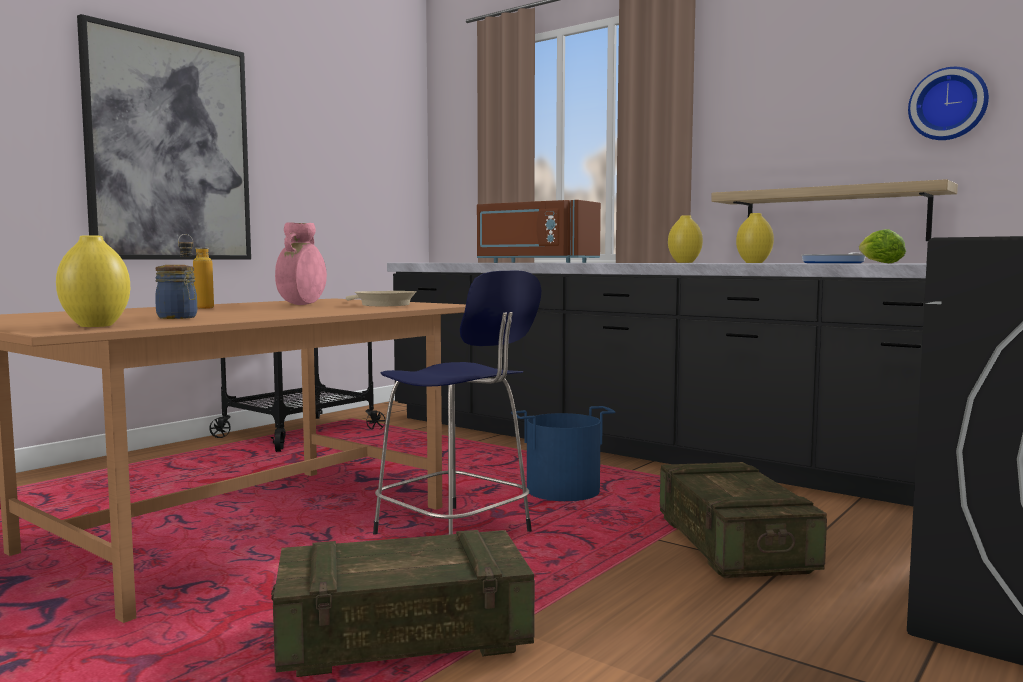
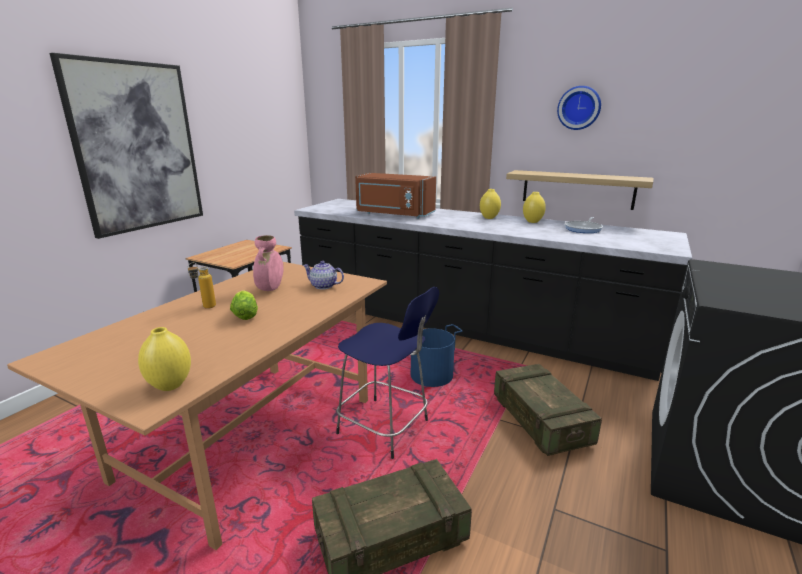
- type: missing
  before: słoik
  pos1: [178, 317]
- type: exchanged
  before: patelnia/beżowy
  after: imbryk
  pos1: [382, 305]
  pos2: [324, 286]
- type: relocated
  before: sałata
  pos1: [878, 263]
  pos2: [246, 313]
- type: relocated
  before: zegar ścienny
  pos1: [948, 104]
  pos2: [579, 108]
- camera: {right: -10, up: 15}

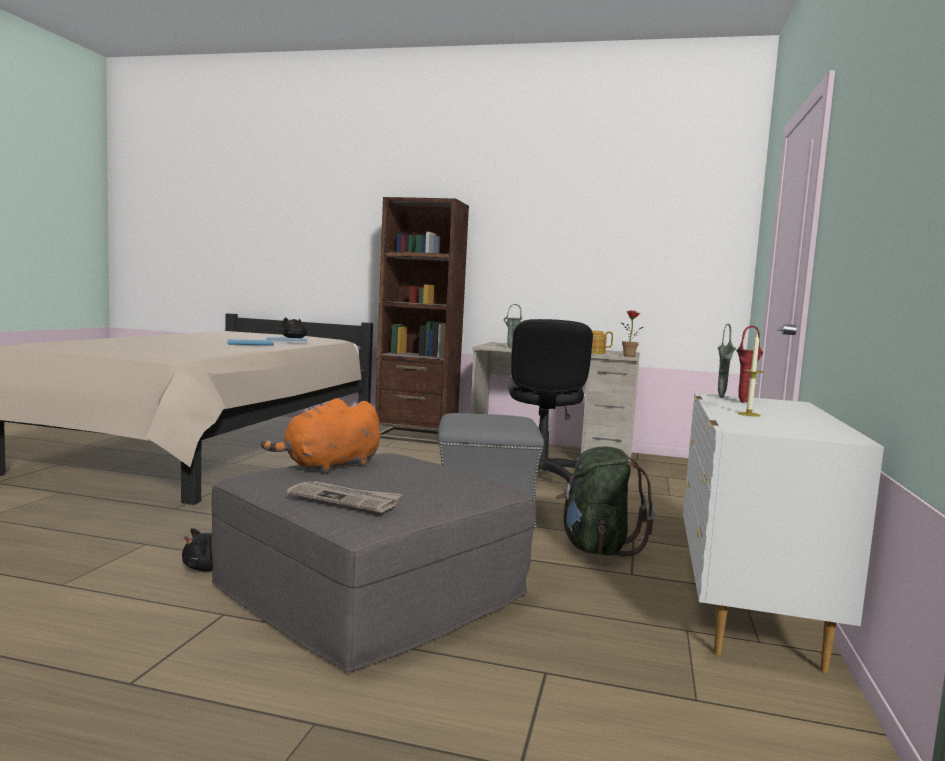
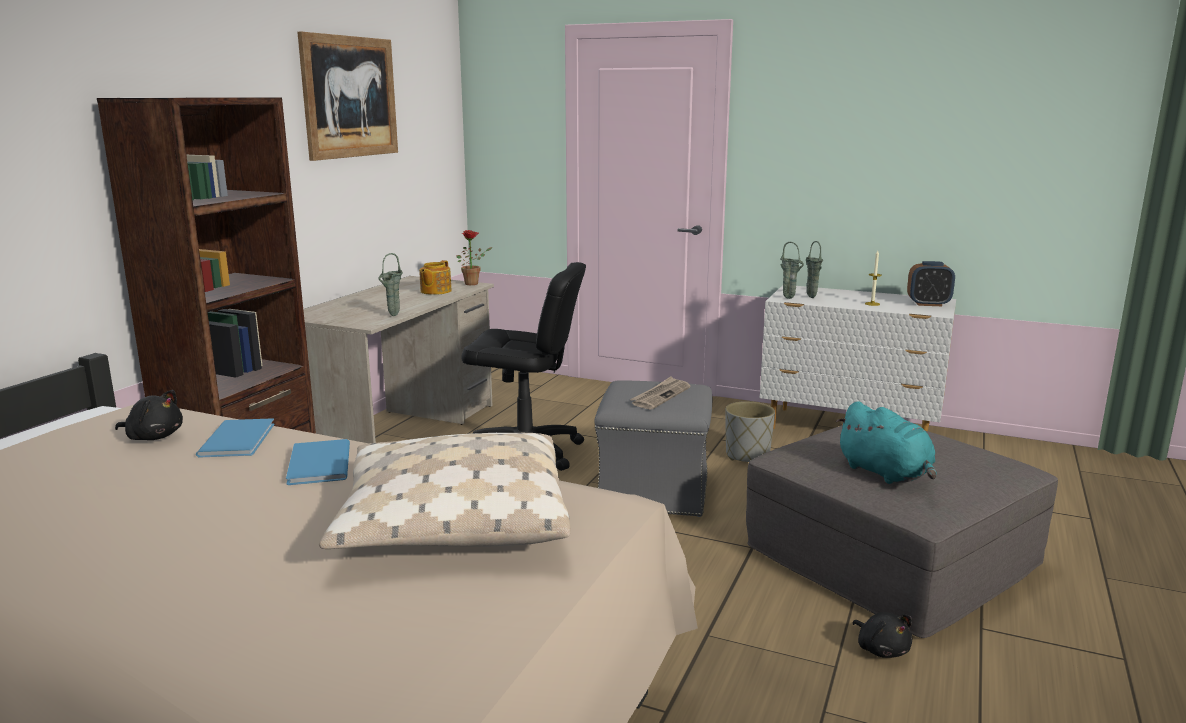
- type: colour
  before: pluszak/pomarańczowy
  after: pluszak/turkusowy
  pos1: [329, 467]
  pos2: [886, 473]
- type: relocated
  before: gazeta
  pos1: [345, 499]
  pos2: [660, 395]
- type: exchanged
  before: plecak/zielony
  after: donica/szary
  pos1: [596, 548]
  pos2: [748, 455]
- type: colour
  before: wazon/czerwony
  after: wazon/zielony
  pos1: [745, 402]
  pos2: [810, 297]
- type: appeared
  after: obraz
  pos2: [350, 97]
- type: appeared
  after: poduszka/beżowy
  pos2: [453, 520]
- type: appeared
  after: budzik
  pos2: [928, 304]
- camera: {right: -80, up: 10}

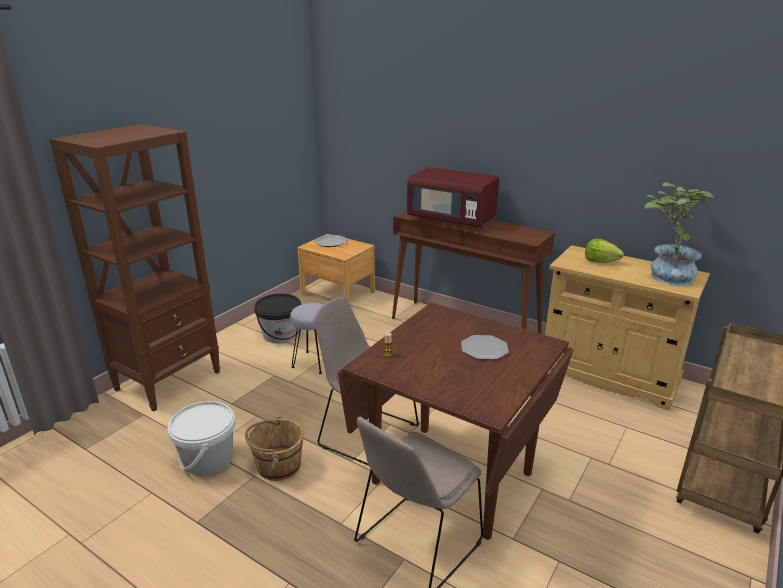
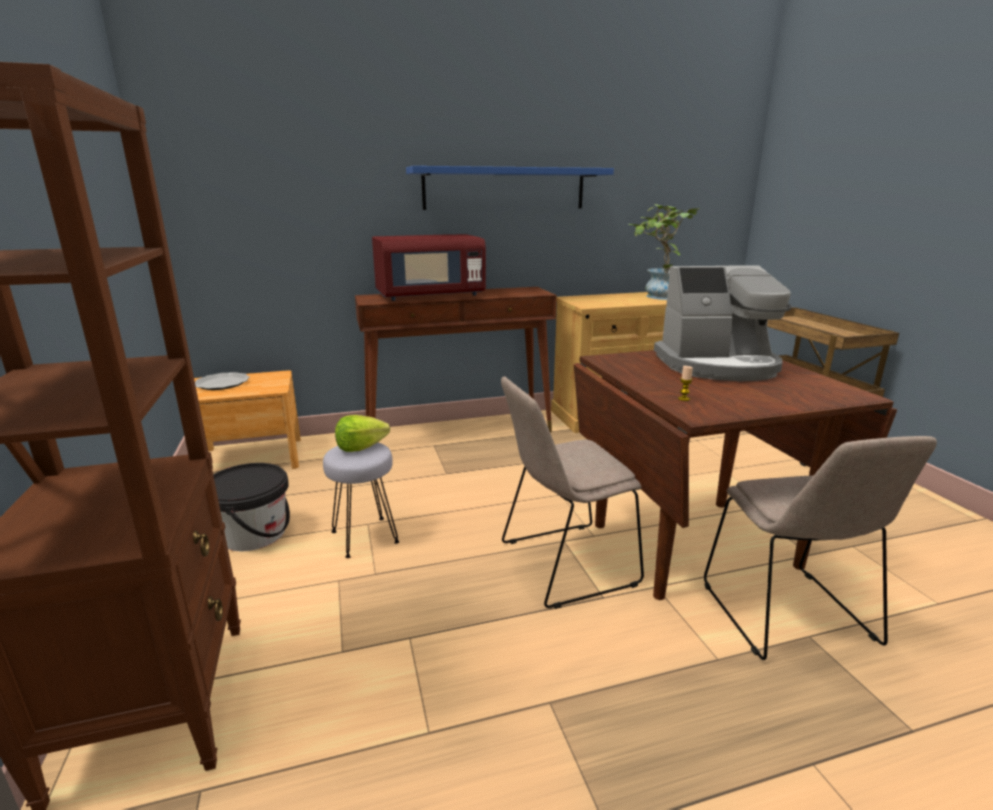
- type: missing
  before: wiadro/biały
  pos1: [207, 459]
- type: missing
  before: wiadro/brązowy
  pos1: [278, 465]
- type: exchanged
  before: talerz
  after: ekspres do kawy
  pos1: [484, 349]
  pos2: [718, 365]
- type: relocated
  before: sałata
  pos1: [600, 261]
  pos2: [361, 447]
- type: appeared
  after: półka/niebieski
  pos2: [505, 189]
- camera: {right: -50, up: -5}

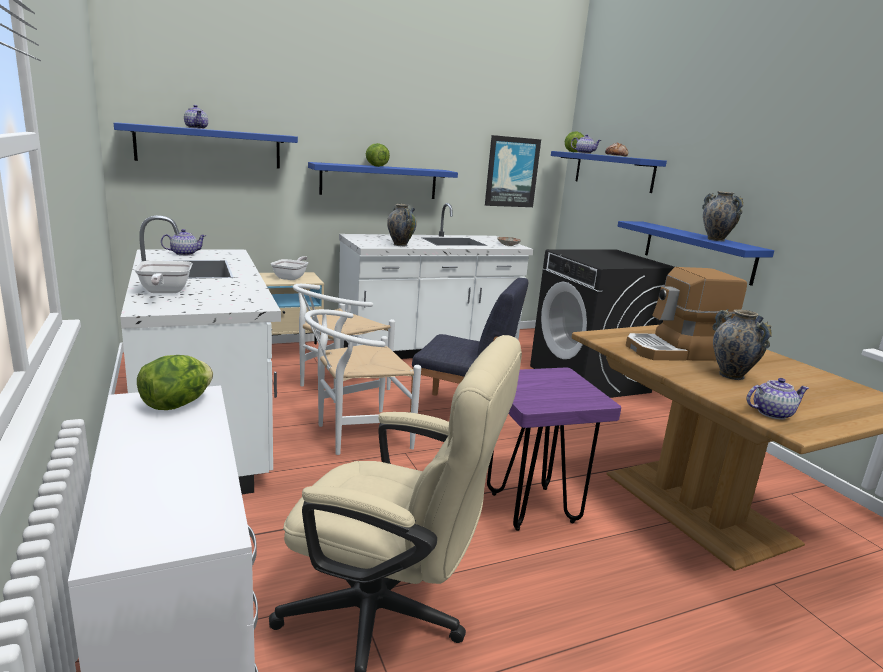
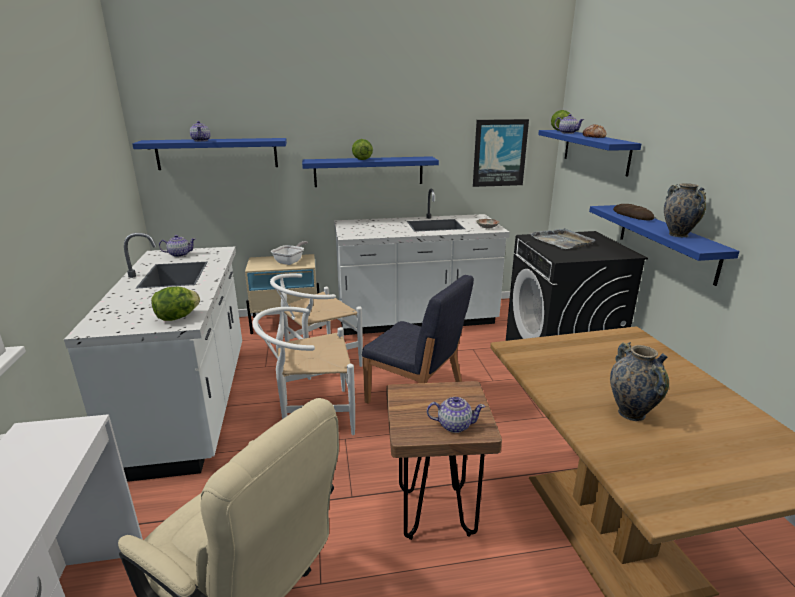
- type: missing
  before: patelnia
  pos1: [164, 292]
- type: relocated
  before: sałata
  pos1: [176, 404]
  pos2: [177, 317]
- type: missing
  before: wazon
  pos1: [400, 245]
- type: colour
  before: stołek/fioletowy
  after: stołek/brązowy
  pos1: [531, 507]
  pos2: [435, 513]
- type: missing
  before: ekspres do kawy
  pos1: [676, 351]
- type: relocated
  before: imbryk
  pos1: [771, 413]
  pos2: [454, 425]
- type: appeared
  after: taca/szary
  pos2: [562, 241]
- type: appeared
  after: chleb
  pos2: [632, 215]
- camera: {right: 15, up: 5}

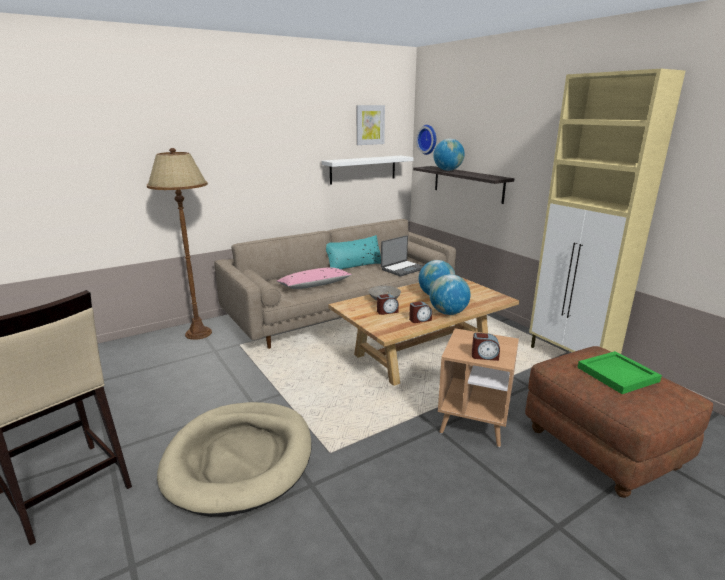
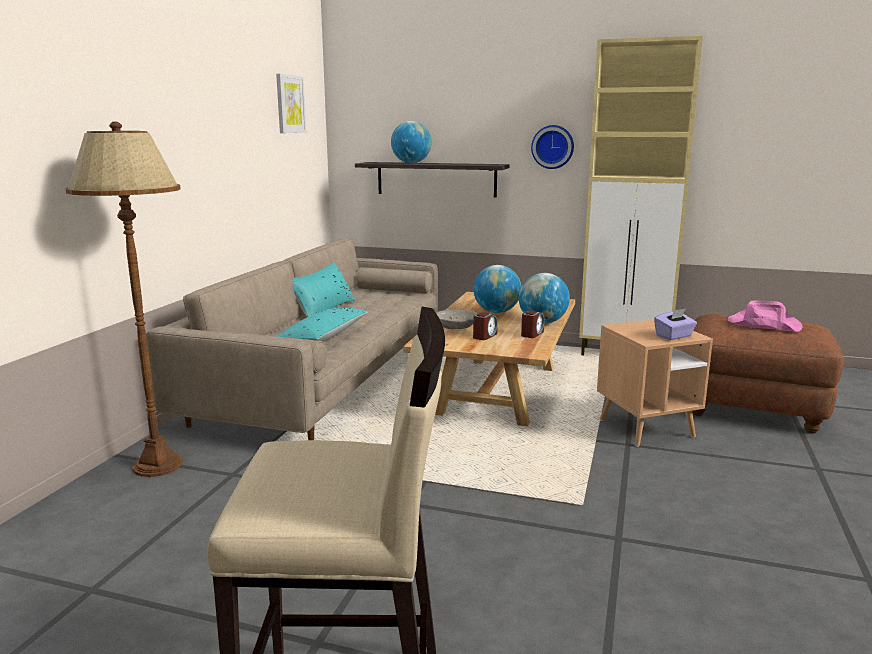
- type: missing
  before: legowisko/beżowy
  pos1: [240, 459]
- type: colour
  before: poduszka/różowy
  after: poduszka/turkusowy
  pos1: [314, 285]
  pos2: [321, 338]
- type: missing
  before: półka/biały
  pos1: [363, 169]
- type: missing
  before: laptop
  pos1: [402, 269]
- type: relocated
  before: zegar ścienny
  pos1: [428, 139]
  pos2: [553, 147]
- type: exchanged
  before: budzik
  after: pudełko chusteczek/fioletowy
  pos1: [484, 356]
  pos2: [674, 336]
- type: exchanged
  before: taca/zielony
  after: kapelusz/różowy
  pos1: [617, 374]
  pos2: [763, 324]
- camera: {right: -40, up: -5}

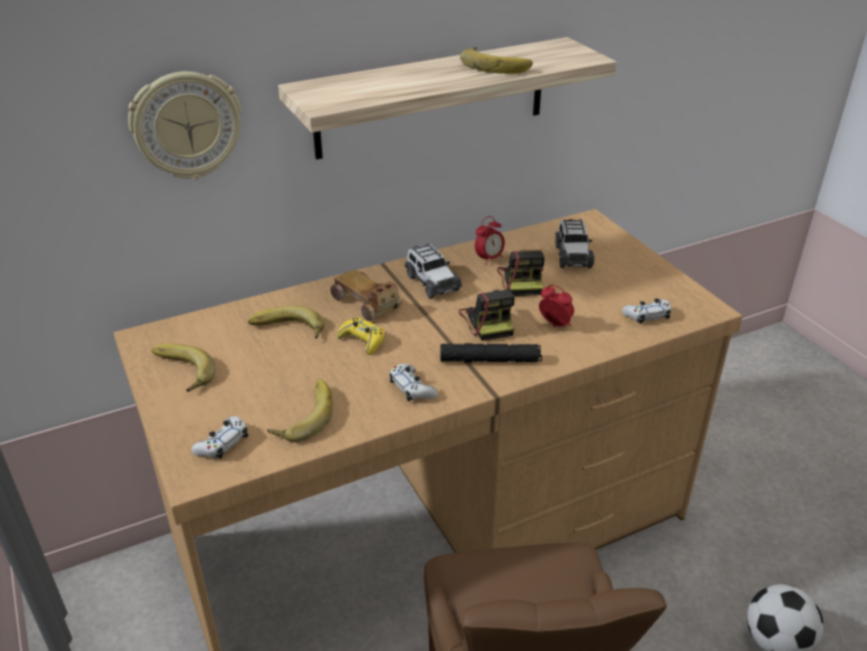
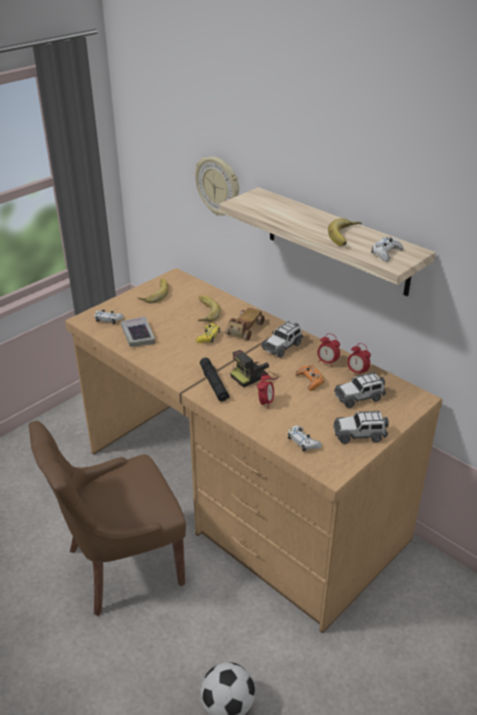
- type: exchanged
  before: banan
  after: książka
  pos1: [303, 414]
  pos2: [138, 335]
- type: relocated
  before: pad do gier/biały
  pos1: [412, 388]
  pos2: [386, 253]
- type: exchanged
  before: aparat fotograficzny
  after: pad do gier/pomarańczowy
  pos1: [522, 280]
  pos2: [310, 380]
- type: appeared
  after: samochodzik
  pos2: [359, 434]
- type: appeared
  after: budzik
  pos2: [357, 372]
- camera: {right: 70, up: 0}

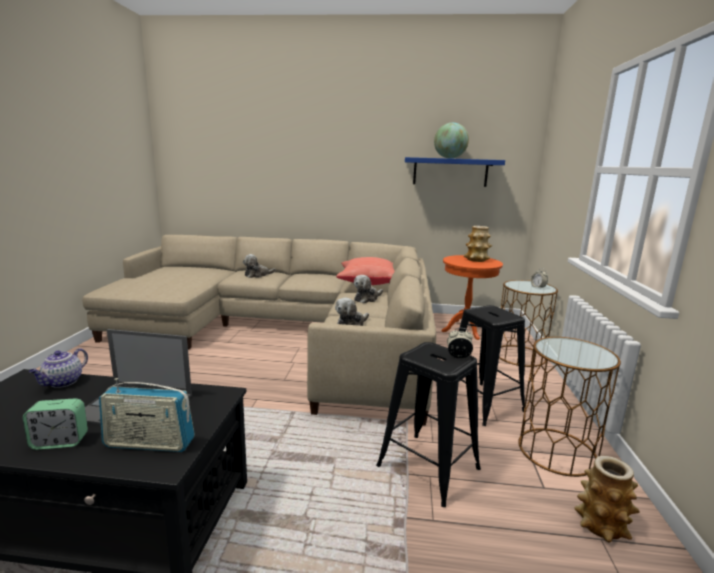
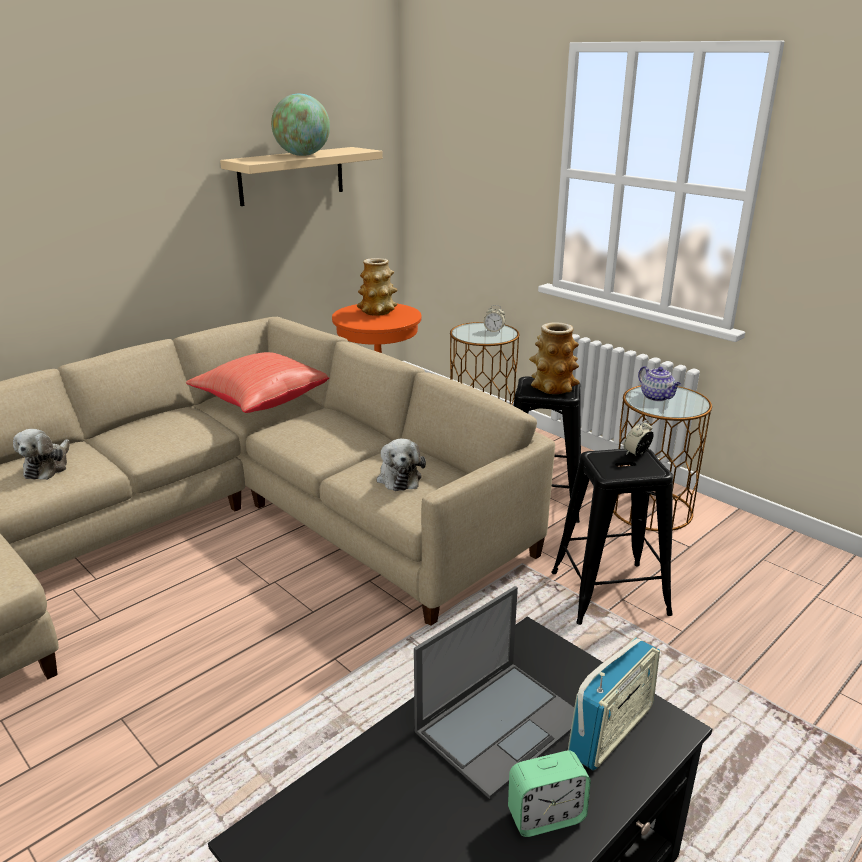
- type: spun
  before: budzik
  pos1: [60, 442]
  pos2: [546, 816]
  turn: 45
- type: relocated
  before: imbryk
  pos1: [62, 382]
  pos2: [657, 397]
- type: missing
  before: pluszak
  pos1: [367, 298]
- type: colour
  before: półka/niebieski
  after: półka/beżowy
  pos1: [450, 172]
  pos2: [291, 176]
- type: relocated
  before: wazon
  pos1: [601, 524]
  pos2: [553, 387]
- camera: {right: -50, up: 10}

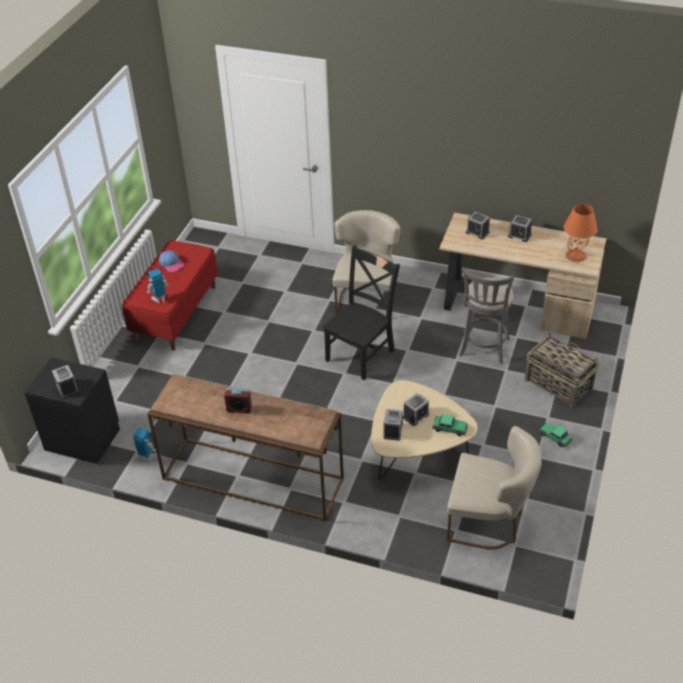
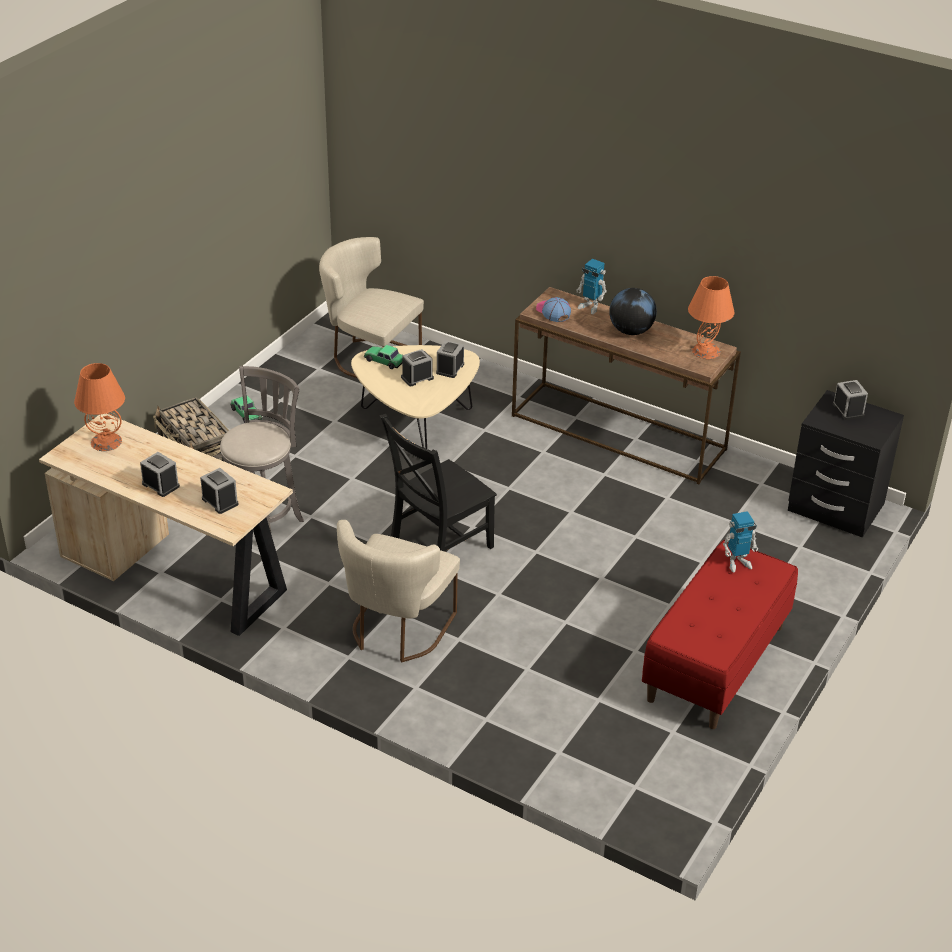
- type: relocated
  before: robot zabawkowy
  pos1: [148, 457]
  pos2: [590, 307]
- type: relocated
  before: czapka z daszkiem
  pos1: [171, 264]
  pos2: [553, 312]
- type: exchanged
  before: budzik
  after: globus
  pos1: [239, 408]
  pos2: [631, 331]
- type: appeared
  after: lampa stołowa/pomarańczowy
  pos2: [706, 351]
- camera: {right: -170, up: -5}

